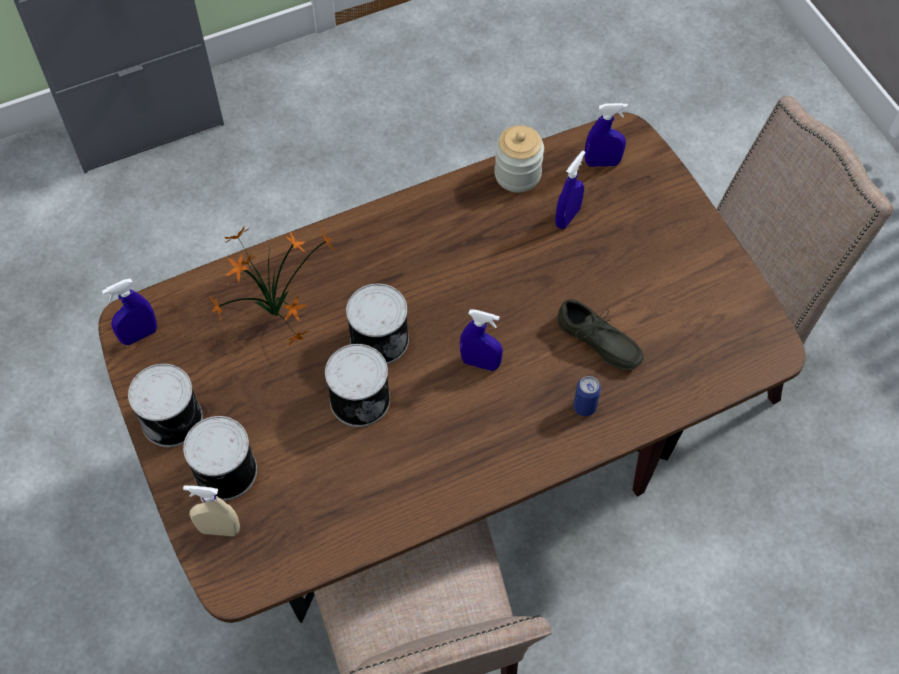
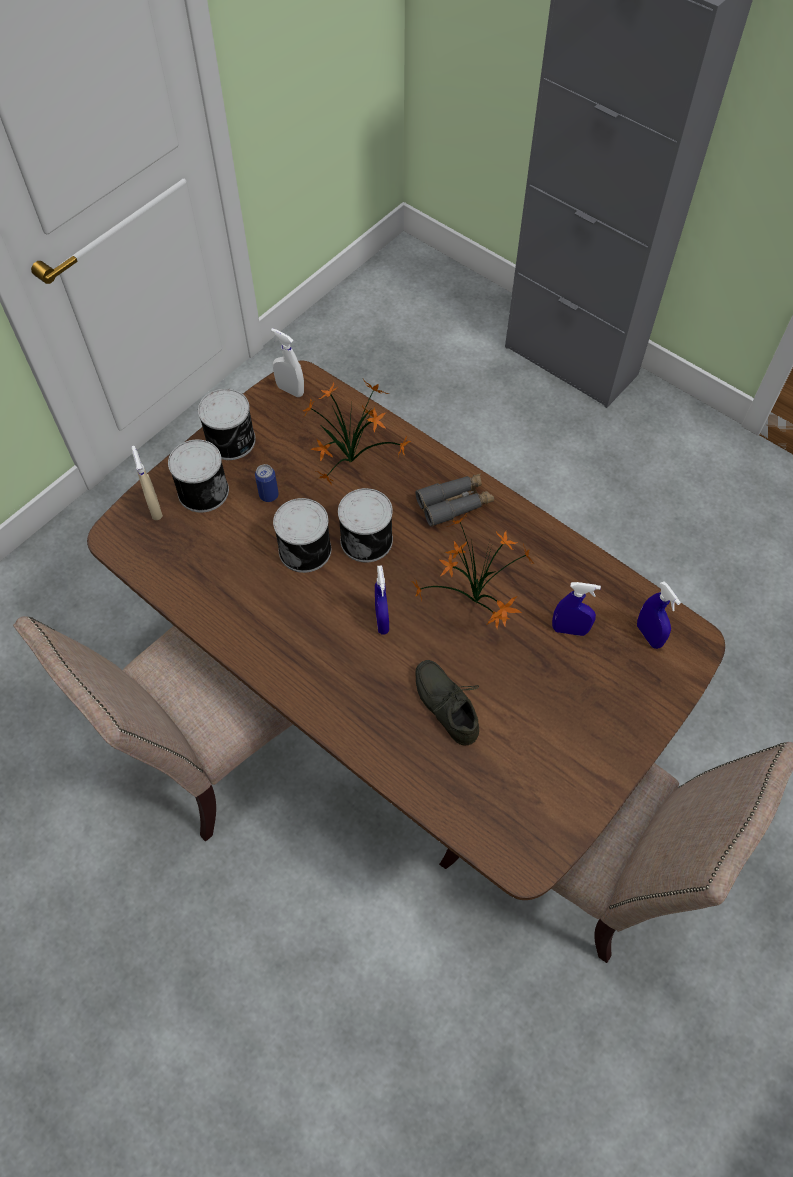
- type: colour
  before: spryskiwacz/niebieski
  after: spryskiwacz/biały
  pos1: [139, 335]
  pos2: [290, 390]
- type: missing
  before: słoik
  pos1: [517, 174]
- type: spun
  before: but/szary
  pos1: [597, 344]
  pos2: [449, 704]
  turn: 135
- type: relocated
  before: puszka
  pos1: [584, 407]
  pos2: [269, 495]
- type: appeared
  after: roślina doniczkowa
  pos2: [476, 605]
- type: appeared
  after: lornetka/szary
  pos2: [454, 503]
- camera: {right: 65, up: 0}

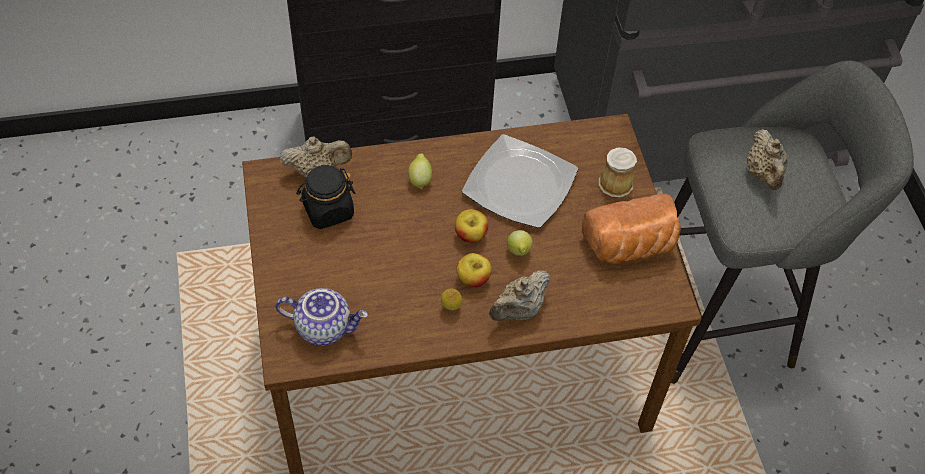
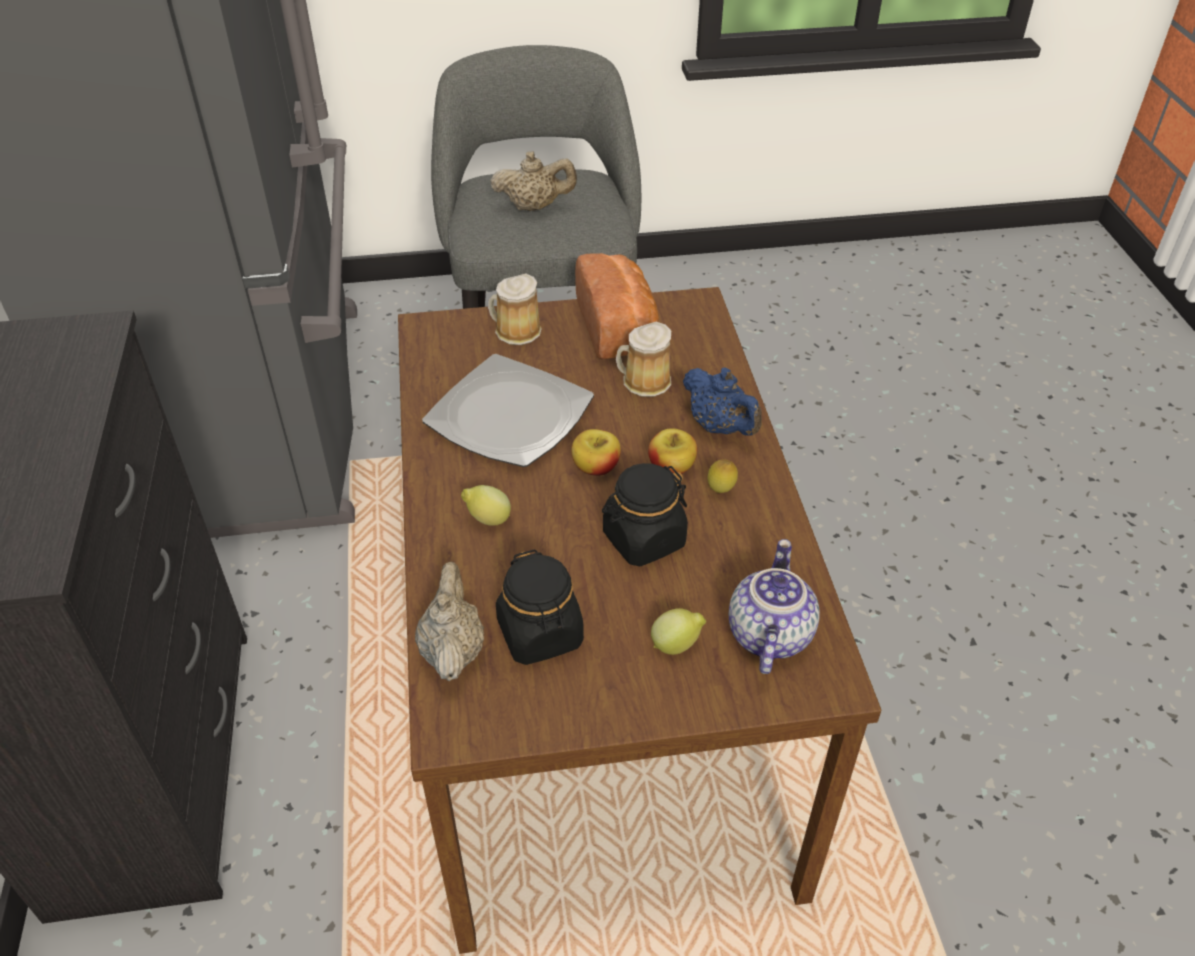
- type: colour
  before: imbryk/beżowy
  after: imbryk/niebieski
  pos1: [518, 310]
  pos2: [720, 427]
- type: relocated
  before: cytryna
  pos1: [519, 252]
  pos2: [676, 645]
- type: appeared
  after: słoik/czarny
  pos2: [643, 539]
- type: appeared
  after: kubek
  pos2: [643, 382]
- camera: {right: -85, up: -10}

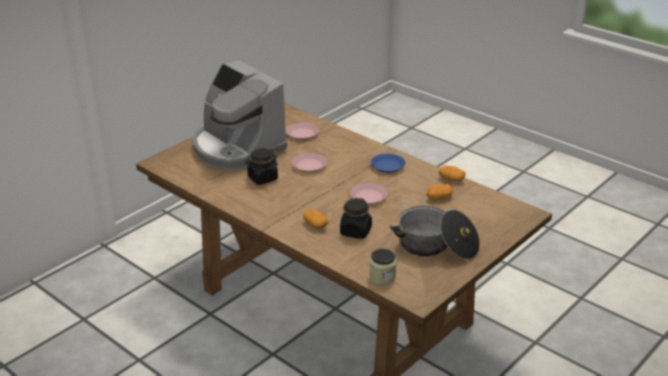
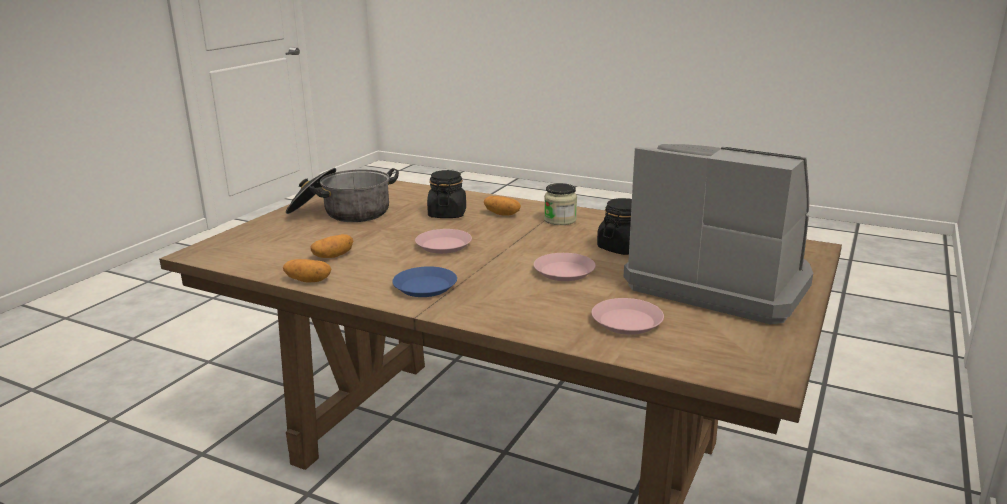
- type: relocated
  before: słoik
  pos1: [382, 277]
  pos2: [560, 220]
- camera: {right: 165, up: -10}

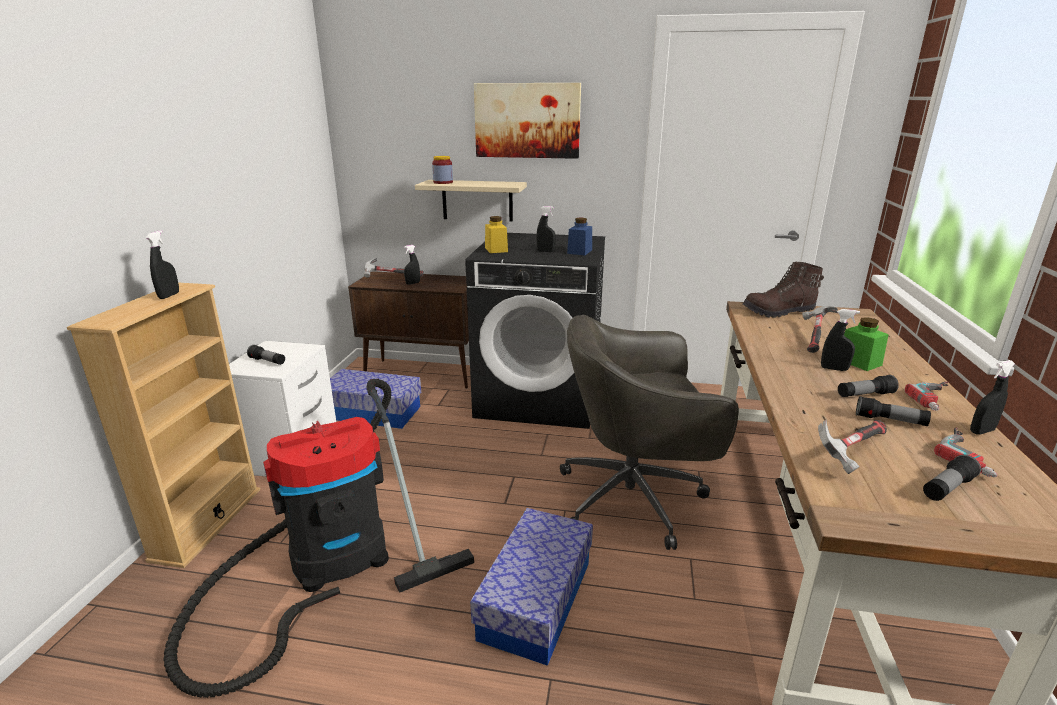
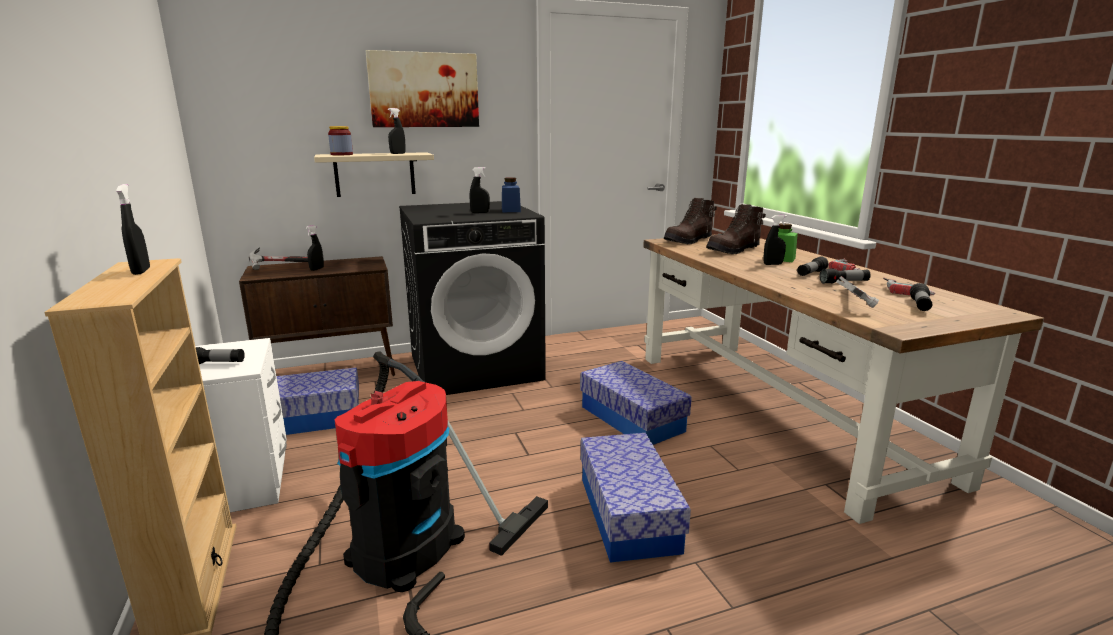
- type: missing
  before: słoik/żółty
  pos1: [496, 250]
- type: exchanged
  before: krzesło biurowe/szary
  after: pojemnik do przechowywania
  pos1: [635, 498]
  pos2: [631, 419]
- type: exchanged
  before: młotek
  after: but z cholewką/brązowy
  pos1: [815, 337]
  pos2: [734, 250]
- type: relocated
  before: spryskiwacz/czarny
  pos1: [981, 431]
  pos2: [397, 153]
- camera: {right: -30, up: -5}

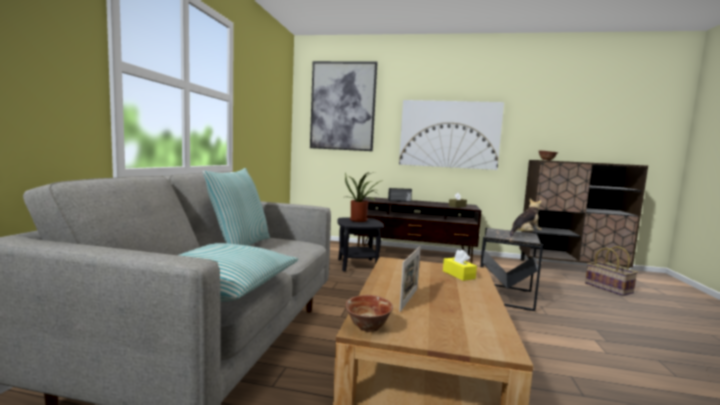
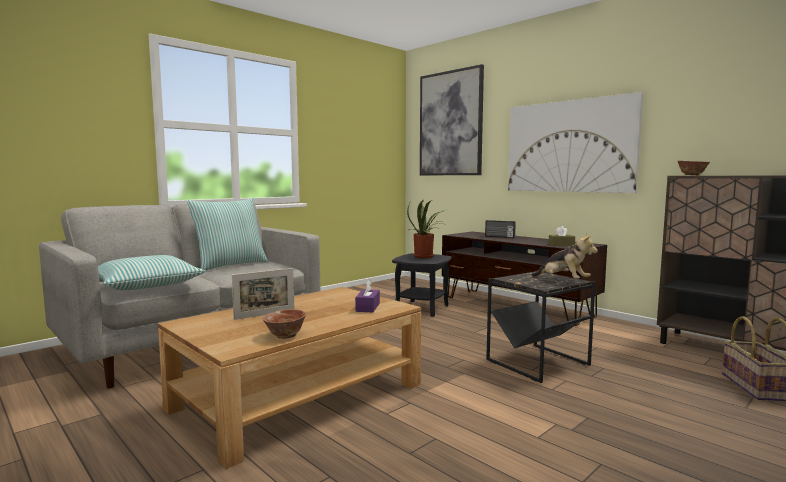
- type: relocated
  before: miska
  pos1: [368, 327]
  pos2: [285, 336]
- type: colour
  before: pudełko chusteczek/żółty
  after: pudełko chusteczek/fioletowy
  pos1: [458, 275]
  pos2: [367, 307]
- type: spun
  before: pluszak
  pos1: [524, 234]
  pos2: [563, 281]
  turn: 45
- camera: {right: 35, up: 0}

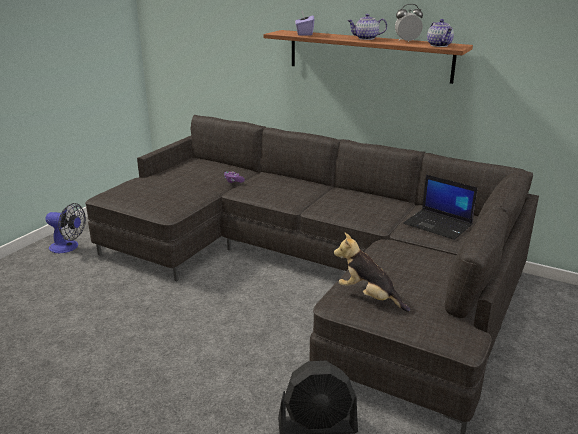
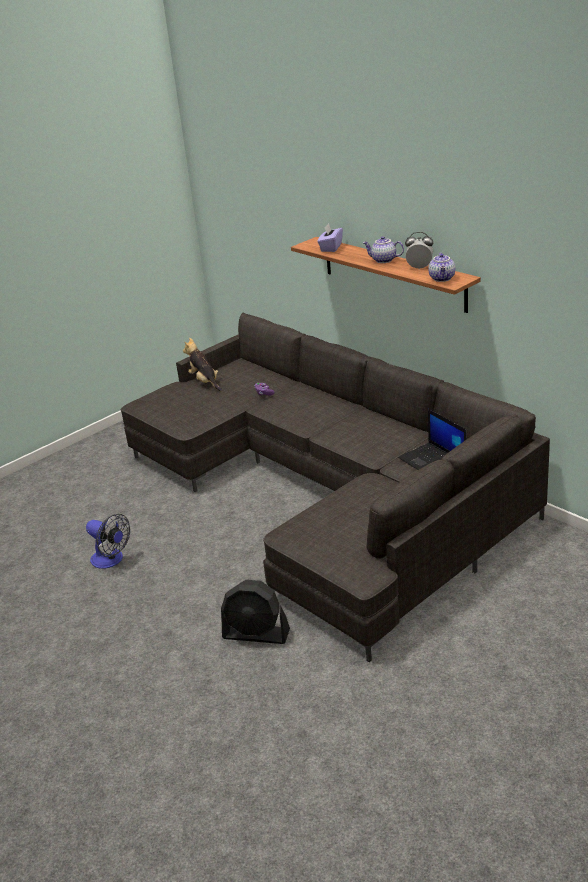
- type: relocated
  before: wentylator
  pos1: [68, 247]
  pos2: [111, 560]
- type: relocated
  before: pluszak
  pos1: [369, 297]
  pos2: [205, 382]
- camera: {right: 20, up: 5}

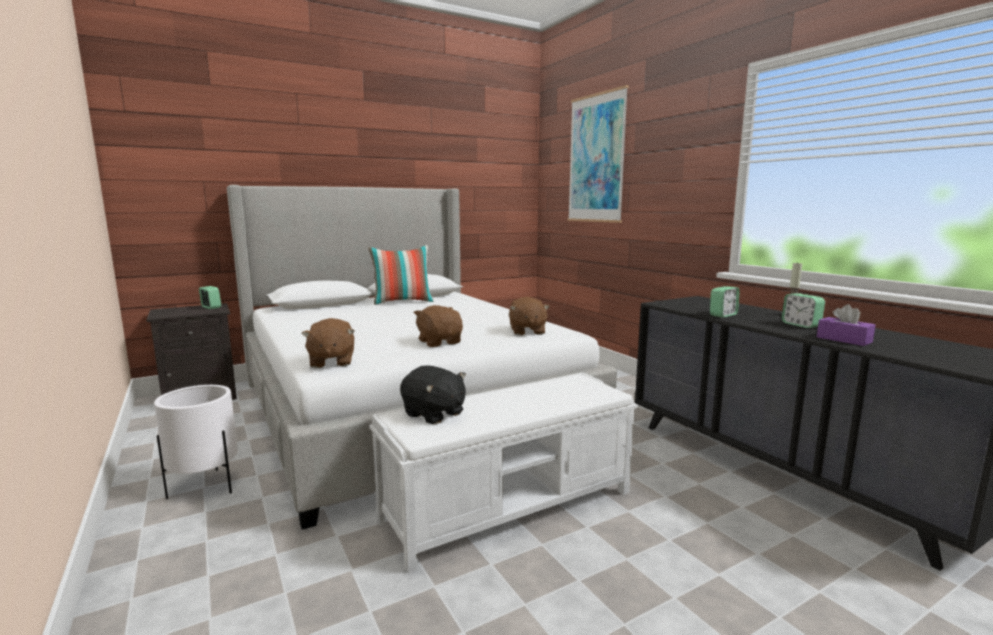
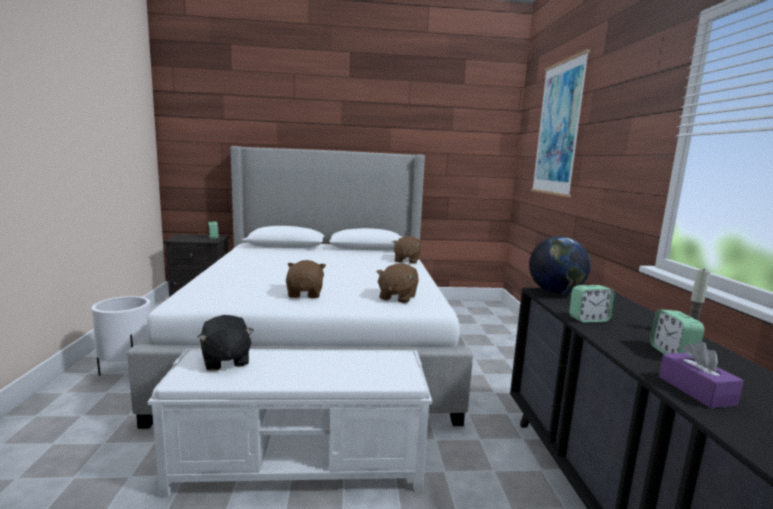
- type: relocated
  before: pluszak/brązowy
  pos1: [331, 362]
  pos2: [406, 260]
- type: missing
  before: poduszka
  pos1: [402, 302]
- type: appeared
  after: globus
  pos2: [555, 293]
- camera: {right: 25, up: 0}

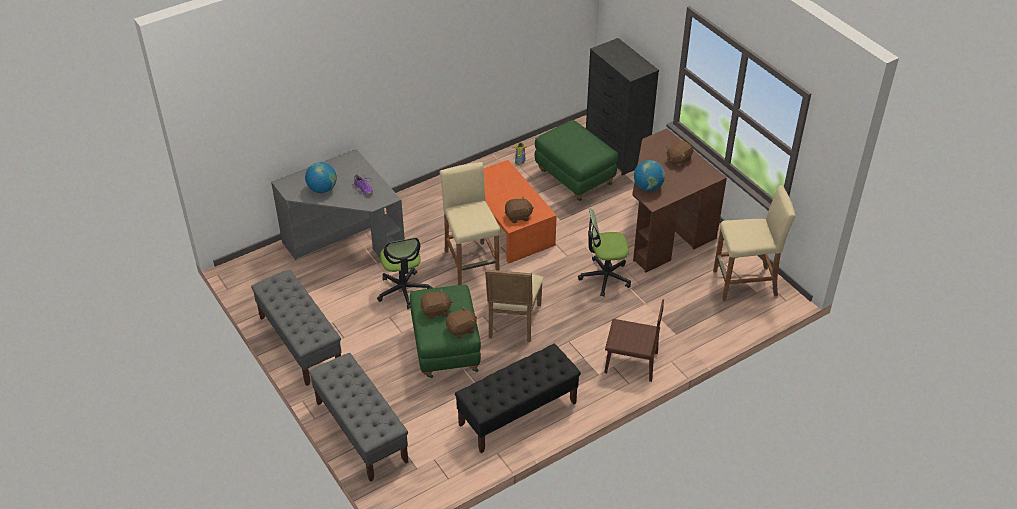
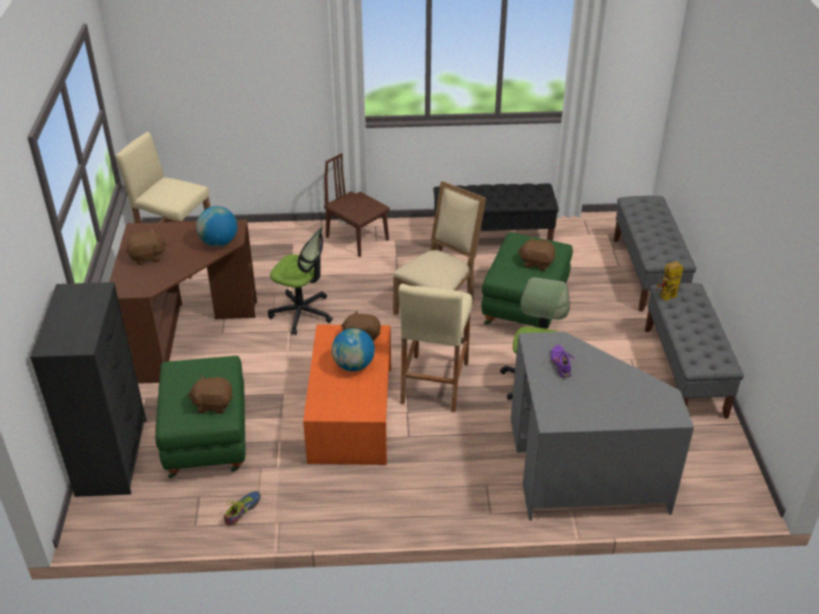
- type: relocated
  before: globus
  pos1: [322, 189]
  pos2: [354, 365]
- type: relocated
  before: pluszak/brązowy
  pos1: [461, 329]
  pos2: [213, 404]
- type: appeared
  after: robot zabawkowy
  pos2: [666, 298]
- camera: {right: -150, up: -5}

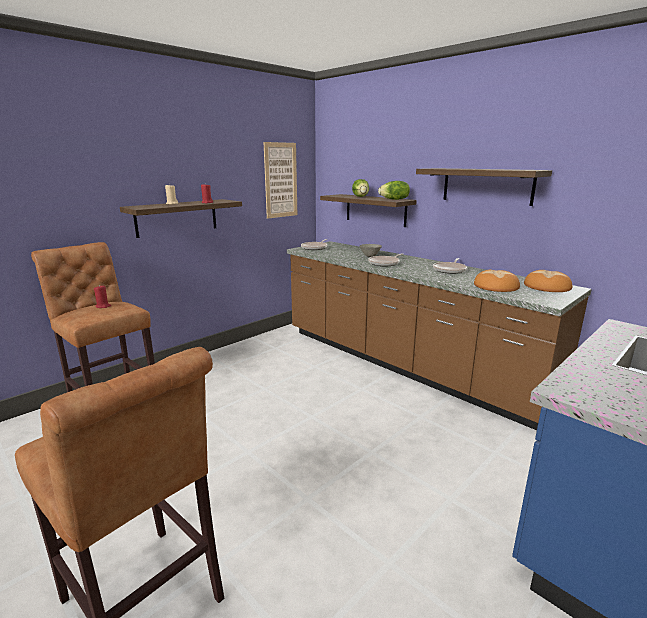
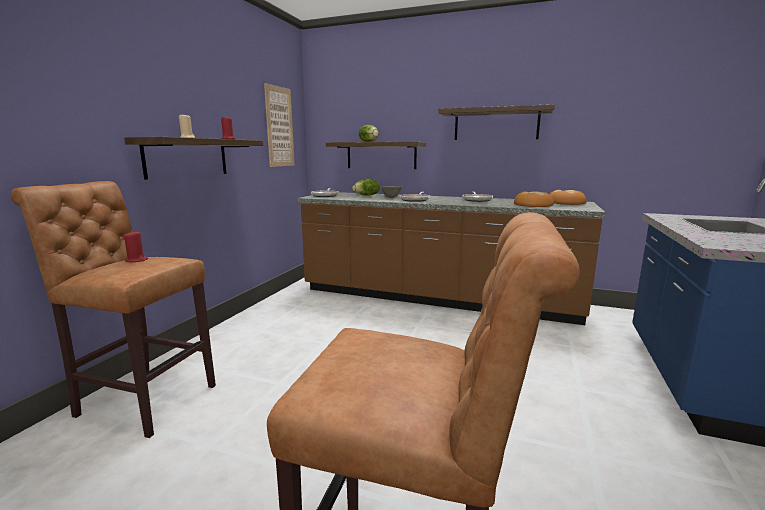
- type: relocated
  before: sałata
  pos1: [394, 199]
  pos2: [367, 195]
- camera: {right: -25, up: -5}

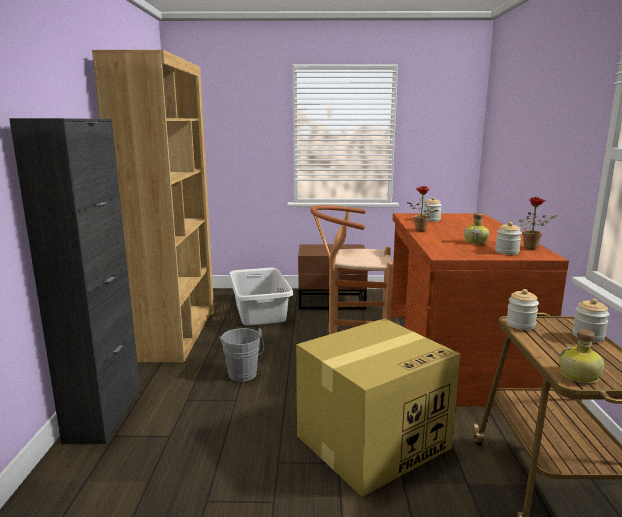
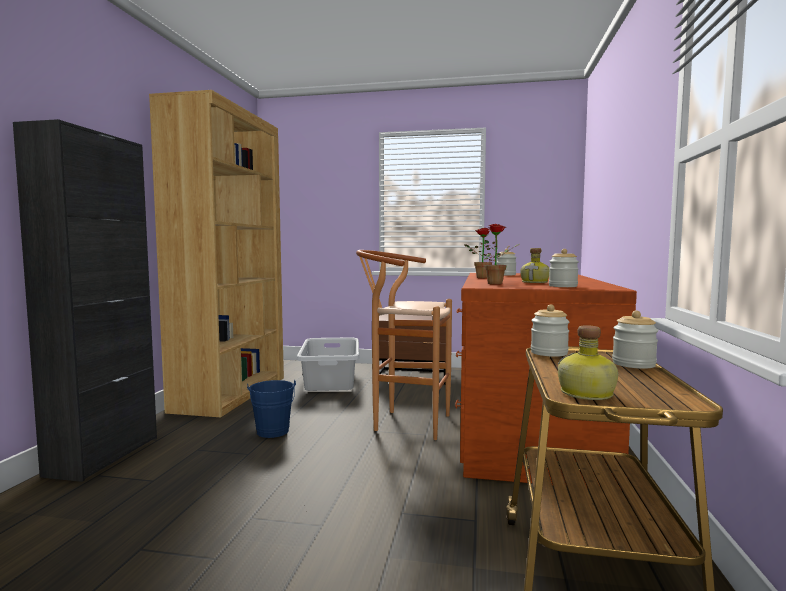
- type: colour
  before: wiadro/szary
  after: wiadro/niebieski
  pos1: [243, 375]
  pos2: [273, 433]
- type: missing
  before: karton
  pos1: [374, 441]
- type: relocated
  before: roślina doniczkowa
  pos1: [533, 247]
  pos2: [498, 283]
- camera: {right: 10, up: -10}

